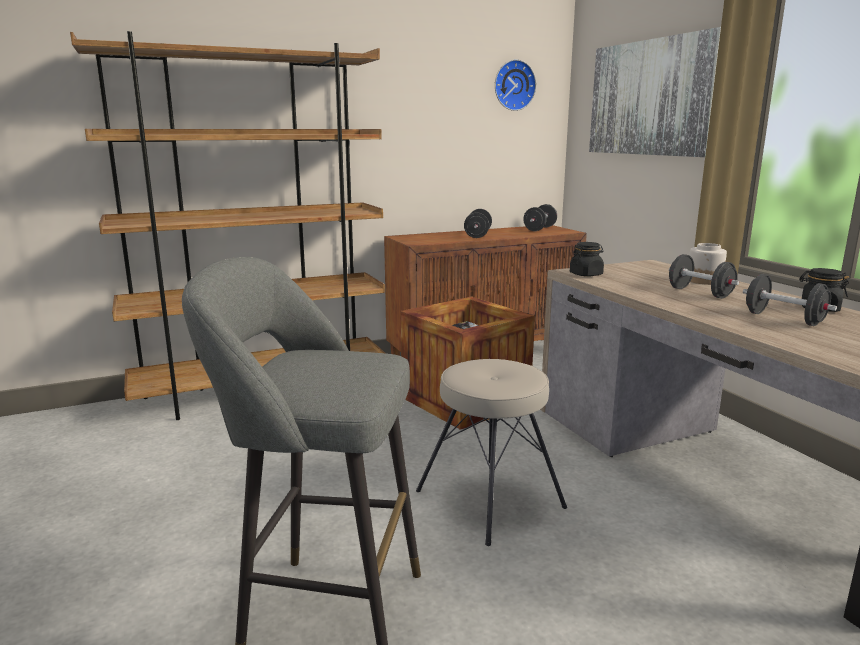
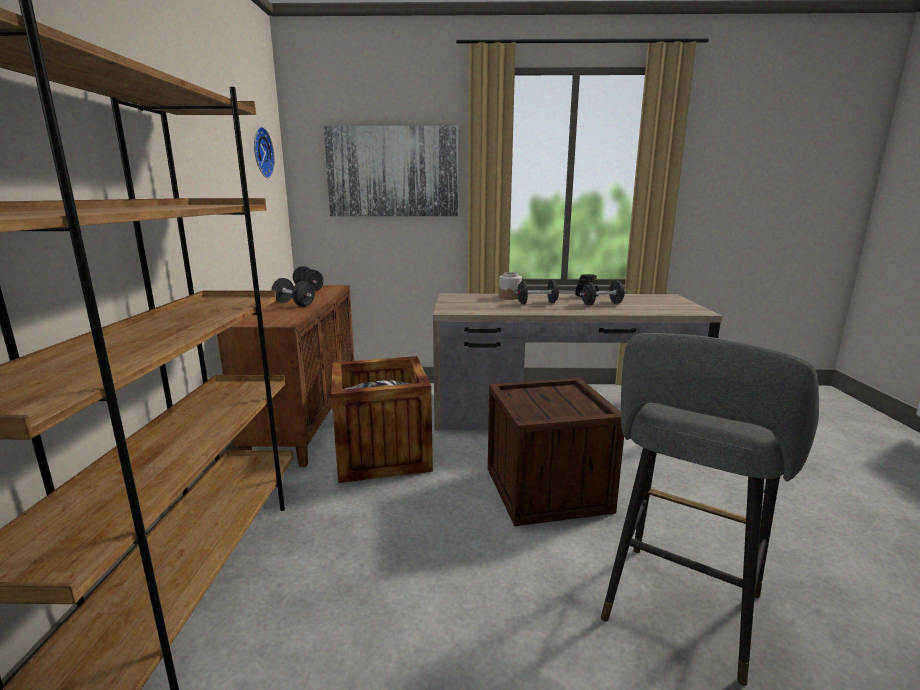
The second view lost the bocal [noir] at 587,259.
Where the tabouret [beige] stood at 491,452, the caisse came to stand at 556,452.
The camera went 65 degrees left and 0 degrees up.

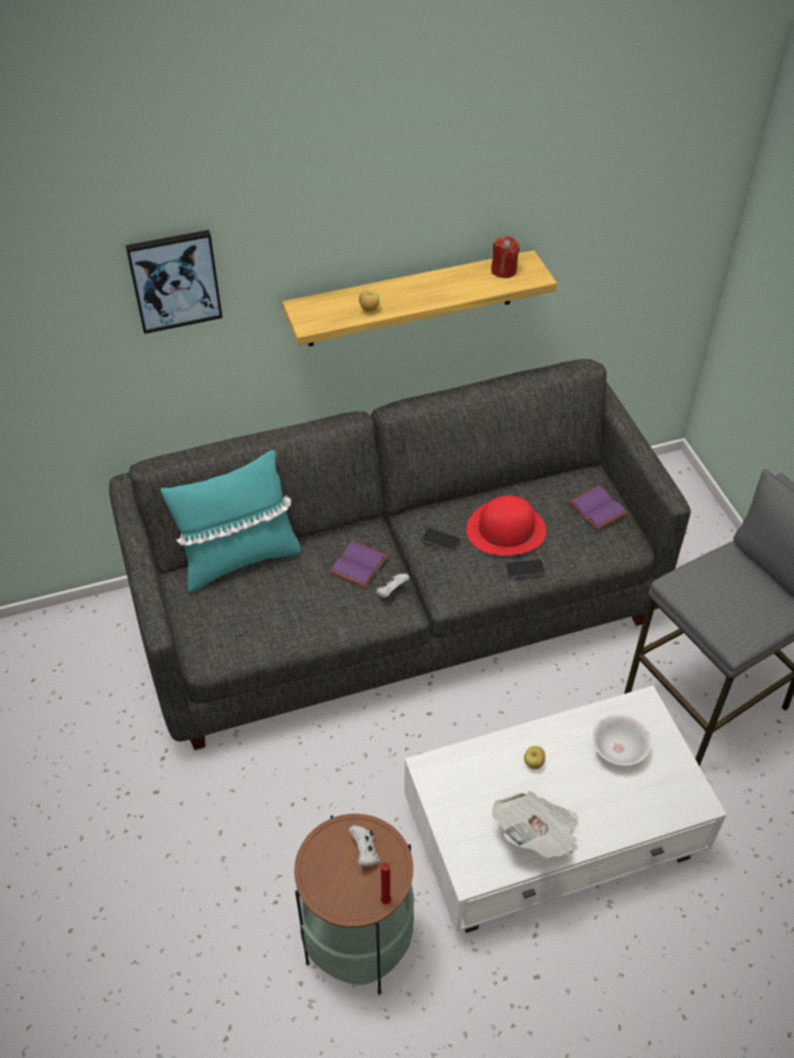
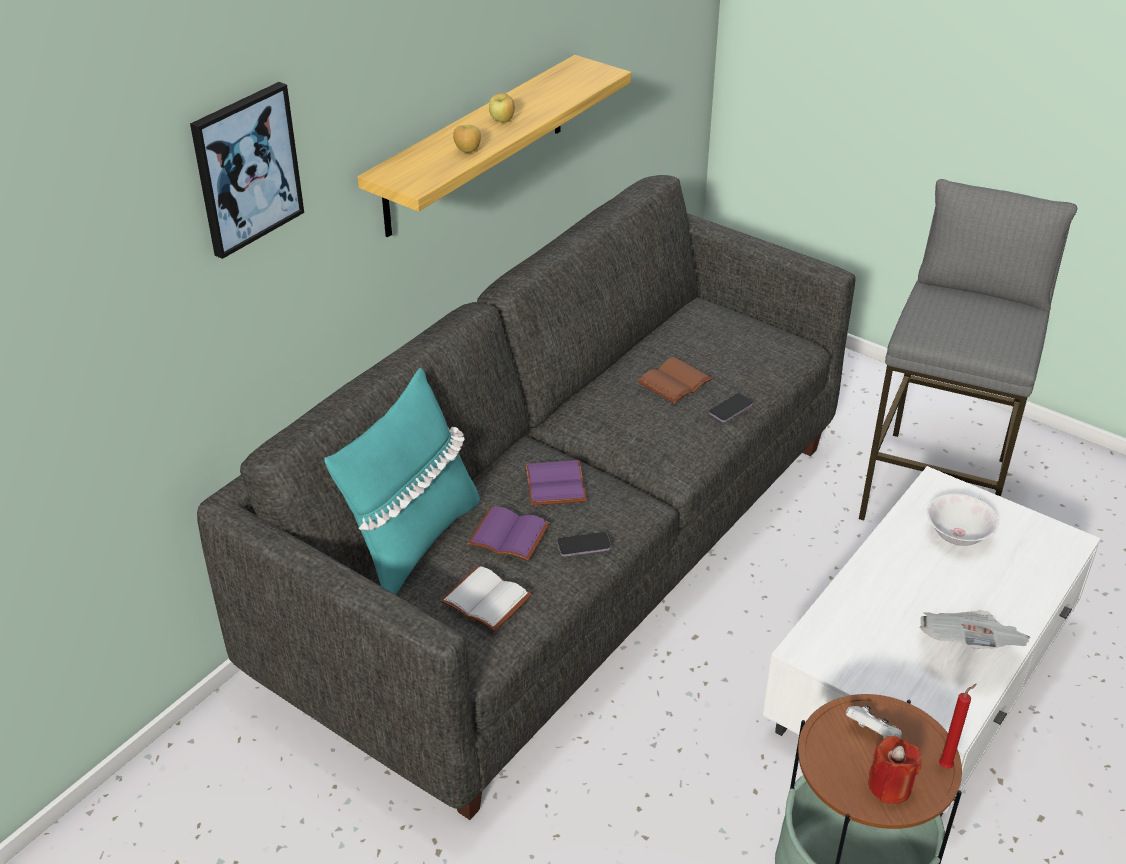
The bougie [rouge] ended up elsewhere, having gone from 505,257 to 895,770.
The livre [violet] ended up elsewhere, having gone from 597,507 to 509,534.
Where the chapeau [rouge] stood at 506,525, the livre [marron] came to stand at 675,380.
The téléphone ended up elsewhere, having gone from 441,539 to 584,544.
The second view lost the manette [blanc] at 393,586.
The pomme ended up elsewhere, having gone from 534,757 to 502,108.
The second view gained the livre [blanc] at 486,598.
The camera went 35 degrees left and 10 degrees down.

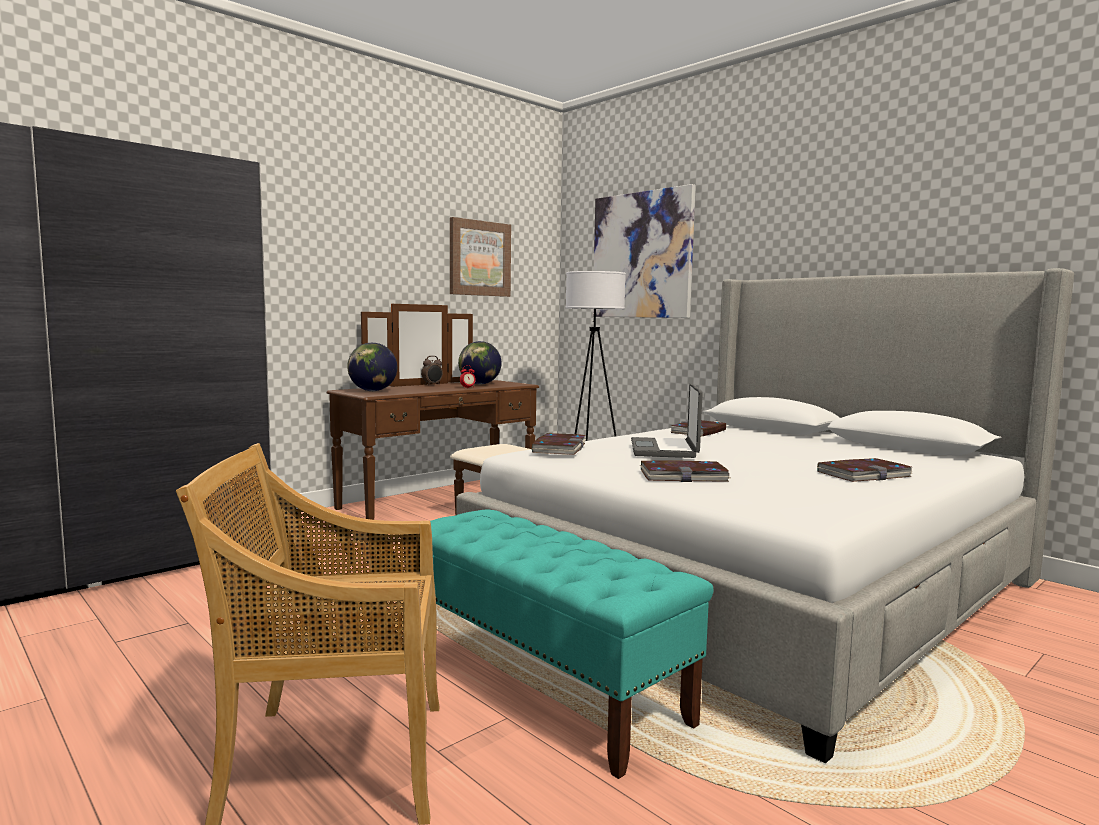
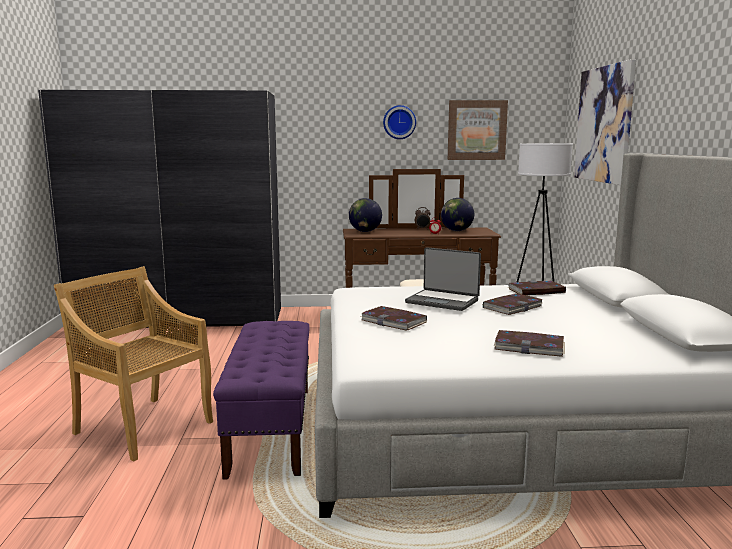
The ordinateur portable at 667,420 ended up facing another way, 105 degrees counterclockwise from before.
The livre ended up elsewhere, having gone from 559,444 to 513,304.
What was the banc [turquoise] at 572,644 turned into the banc [violet] at 261,400.
The second view gained the horloge murale at 399,122.
The camera went 40 degrees right and 5 degrees up.

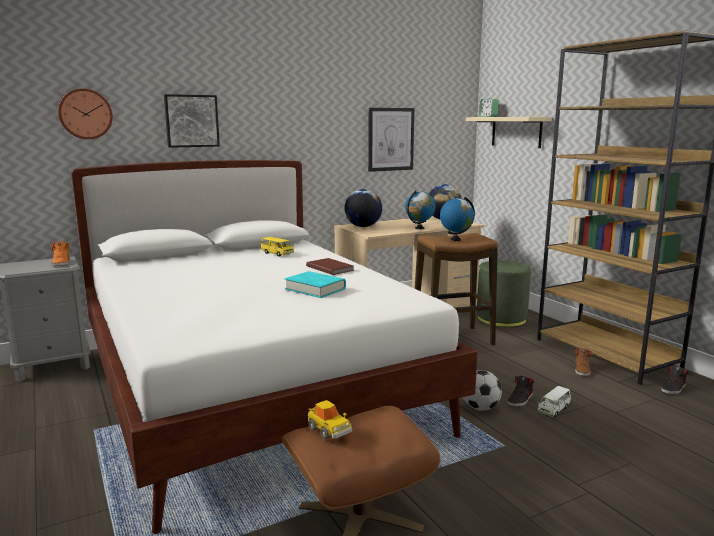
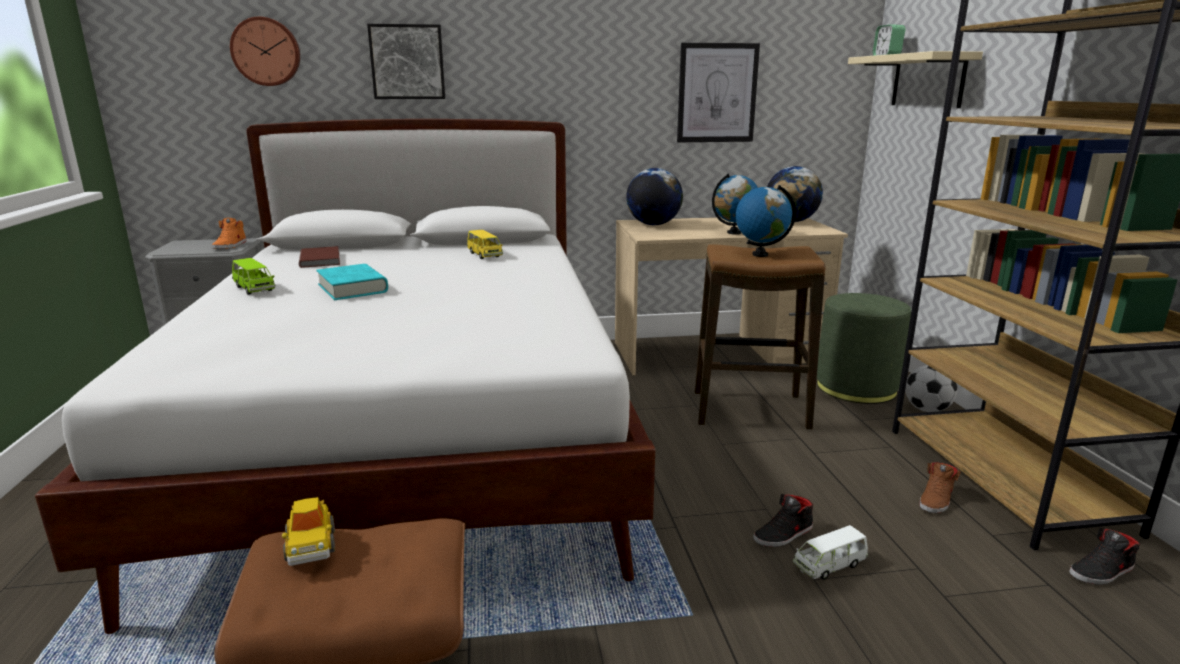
The livre [marron] ended up elsewhere, having gone from 330,266 to 319,257.
The livre [turquoise] ended up elsewhere, having gone from 315,284 to 352,282.
The ballon de foot ended up elsewhere, having gone from 482,390 to 931,388.
The second view gained the petite voiture [vert] at 254,276.
The camera went 20 degrees right and 5 degrees up.

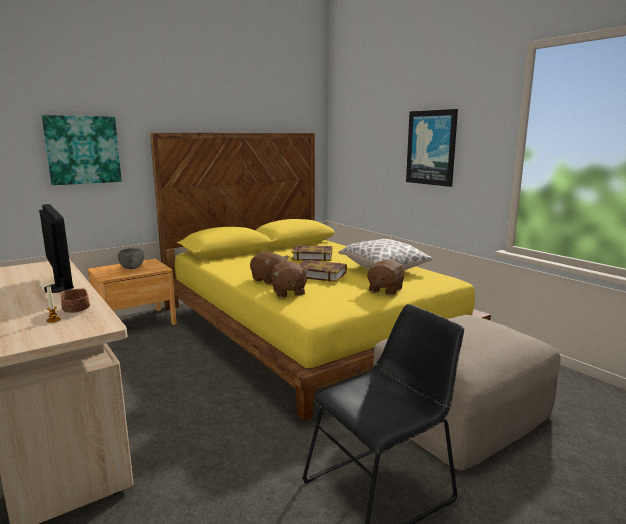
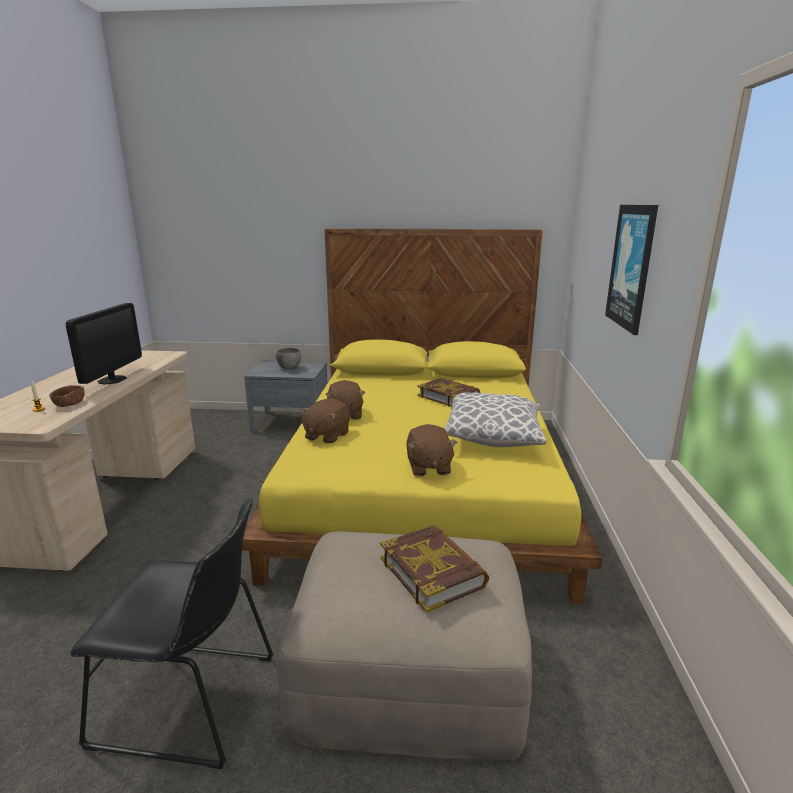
The second view lost the tableau at 82,150.
What was the table de chevet [marron] at 132,292 turned into the table de chevet [gris] at 285,397.
The peluche [marron] at 385,277 ended up facing another way, 75 degrees counterclockwise from before.
The livre ended up elsewhere, having gone from 323,271 to 434,569.
The camera went 40 degrees right and 5 degrees up.

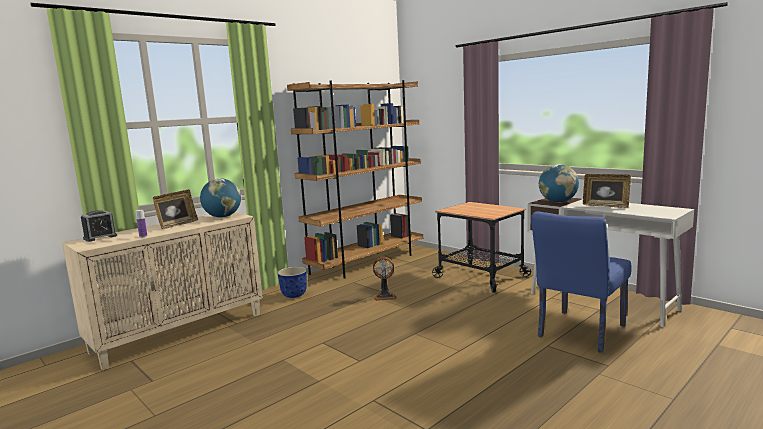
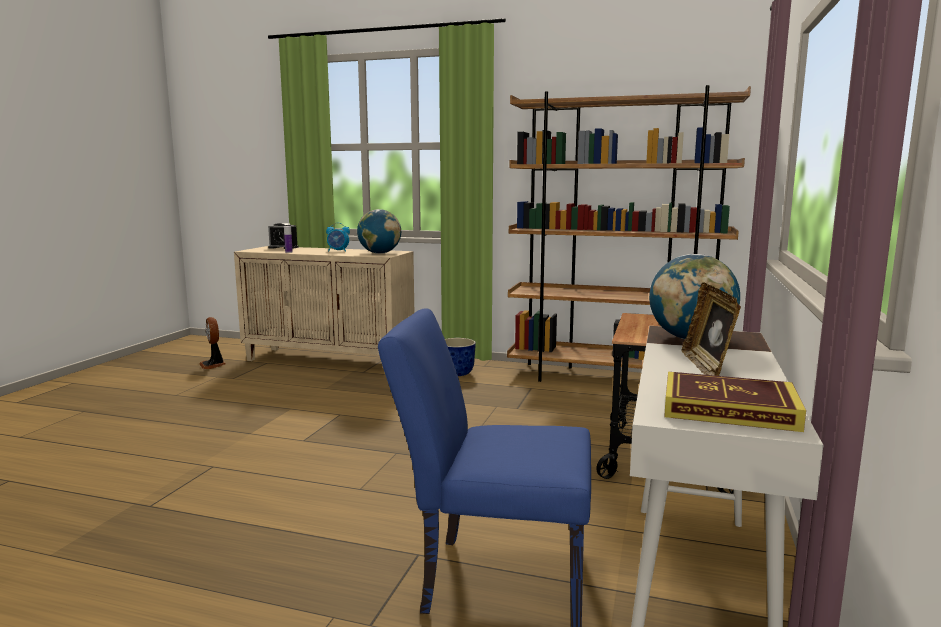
Where the cadre photo stood at 176,209, the réveil came to stand at 338,237.
The ventilateur ended up elsewhere, having gone from 385,279 to 212,343.
The second view gained the livre at 735,402.
The camera went 60 degrees right and 0 degrees up.

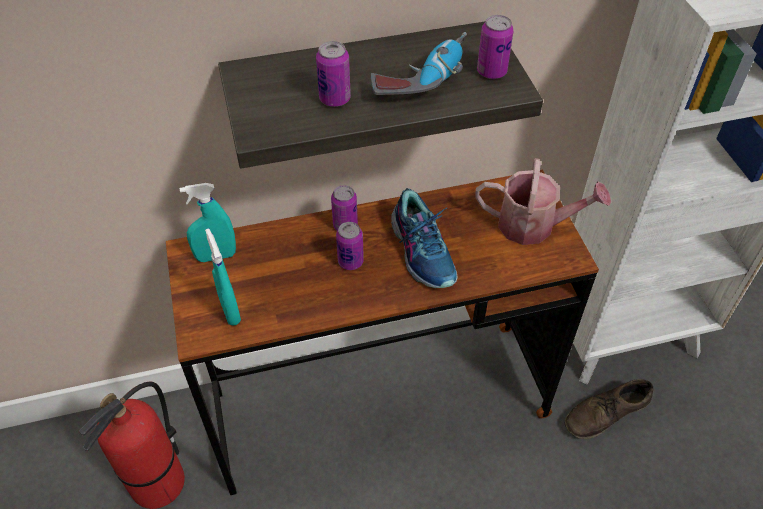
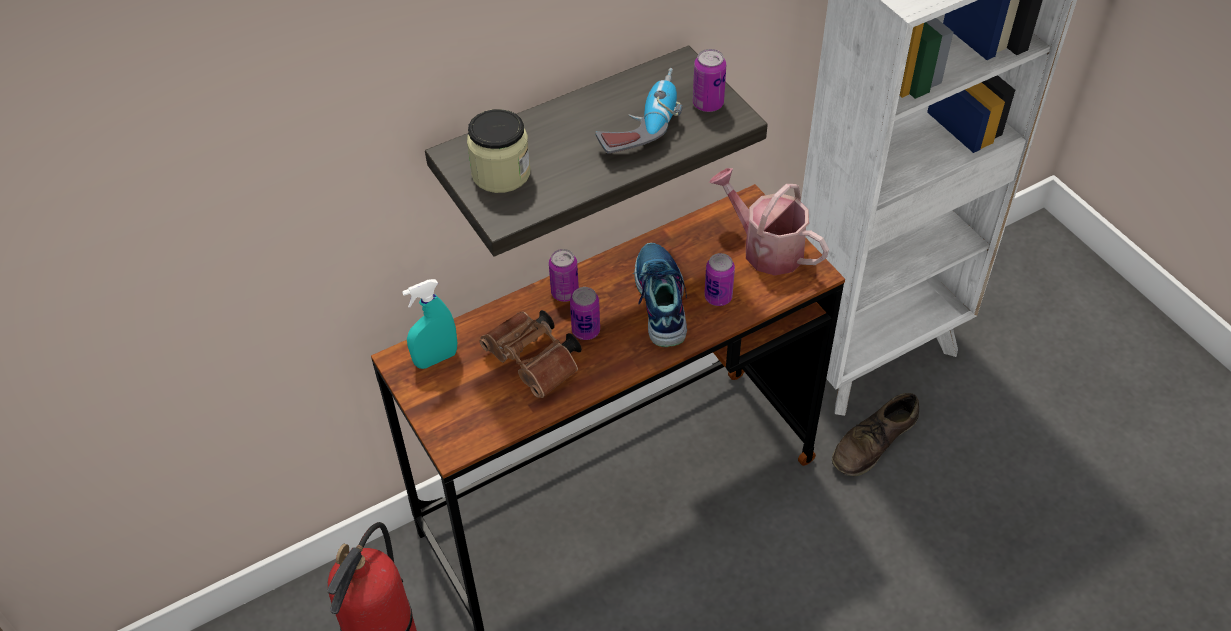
The boîte métallique ended up elsewhere, having gone from 333,74 to 719,279.
The arrosoir at 543,201 ended up facing another way, 135 degrees counterclockwise from before.
The chaussure at 424,238 ended up facing another way, 150 degrees counterclockwise from before.
The second view lost the vaporisateur [turquoise] at 223,277.
The second view gained the bocal at 498,151.
The second view gained the jumelles [marron] at 531,354.
The camera went 15 degrees left and 0 degrees up.

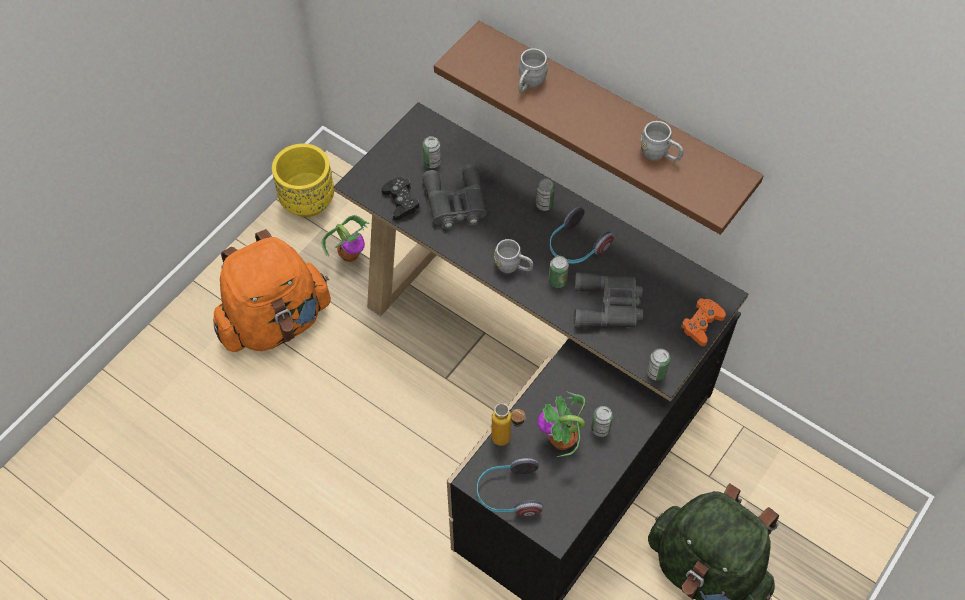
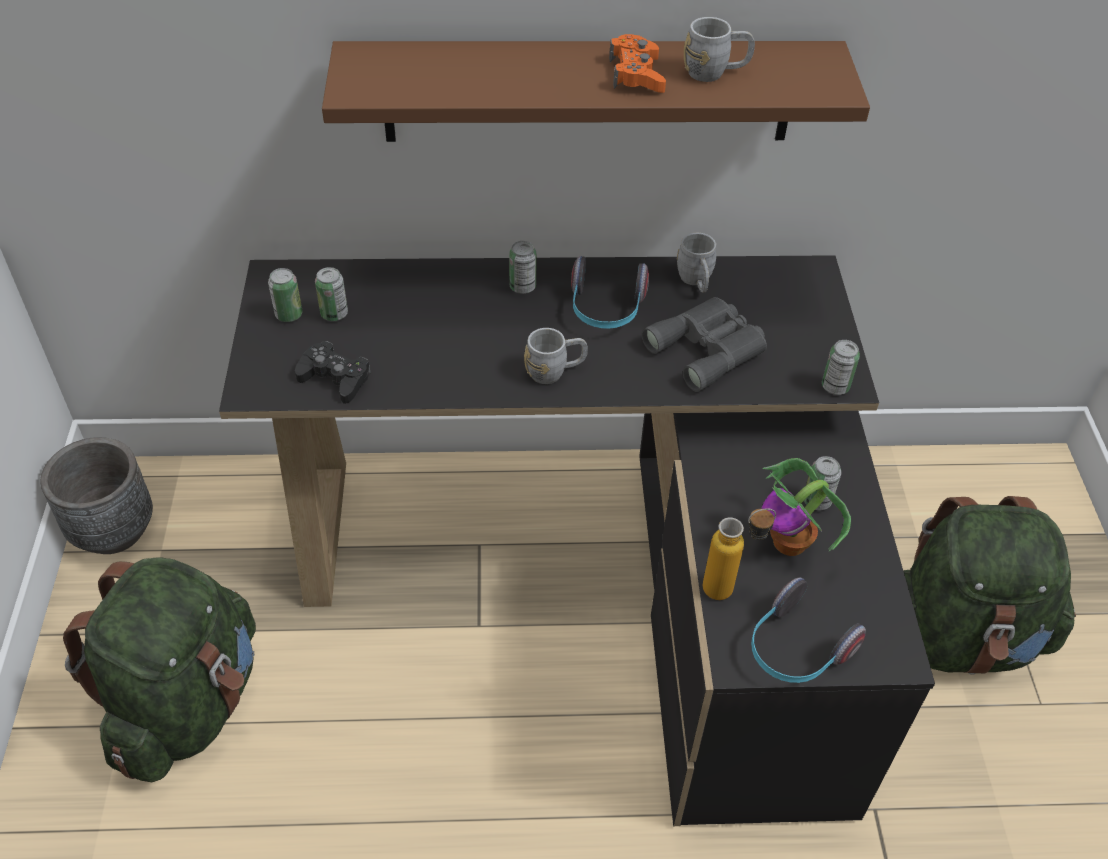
The mug [gris] ended up elsewhere, having gone from 533,70 to 696,263.
What was the cache-pot [jaune] at 303,180 turned into the cache-pot [gris] at 96,495.
The second view lost the jumelles [gris] at 454,196.
The second view lost the plante en pot at 346,238.
What was the sac à dos [orange] at 272,290 turned into the sac à dos [vert] at 159,670.
The boîte métallique ended up elsewhere, having gone from 559,272 to 285,295.
The manette [orange] ended up elsewhere, having gone from 703,322 to 637,63.
The camera went 40 degrees left and 10 degrees down.

